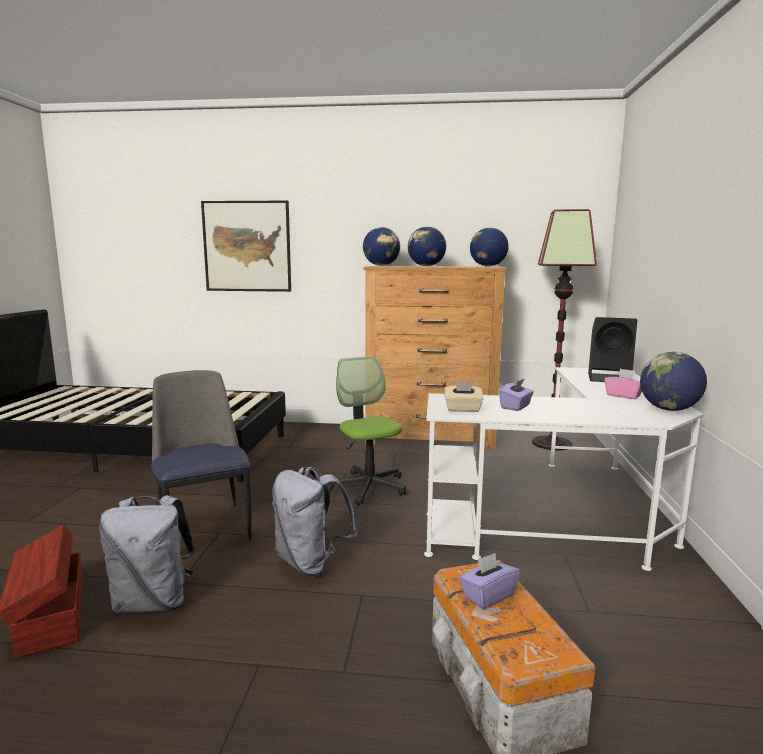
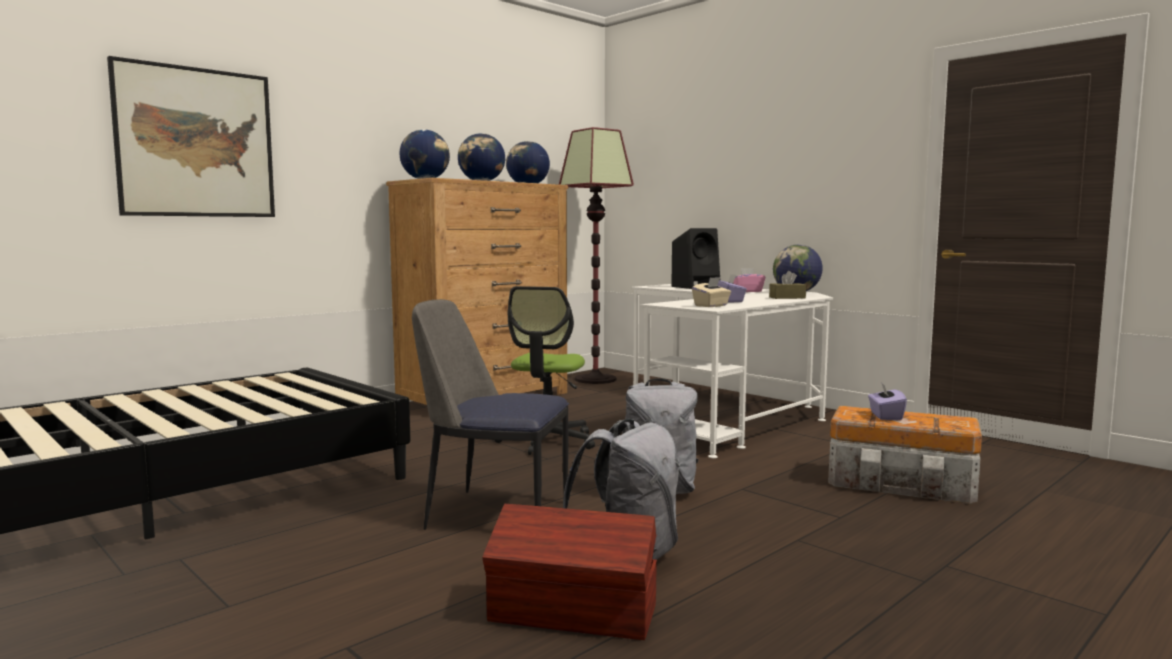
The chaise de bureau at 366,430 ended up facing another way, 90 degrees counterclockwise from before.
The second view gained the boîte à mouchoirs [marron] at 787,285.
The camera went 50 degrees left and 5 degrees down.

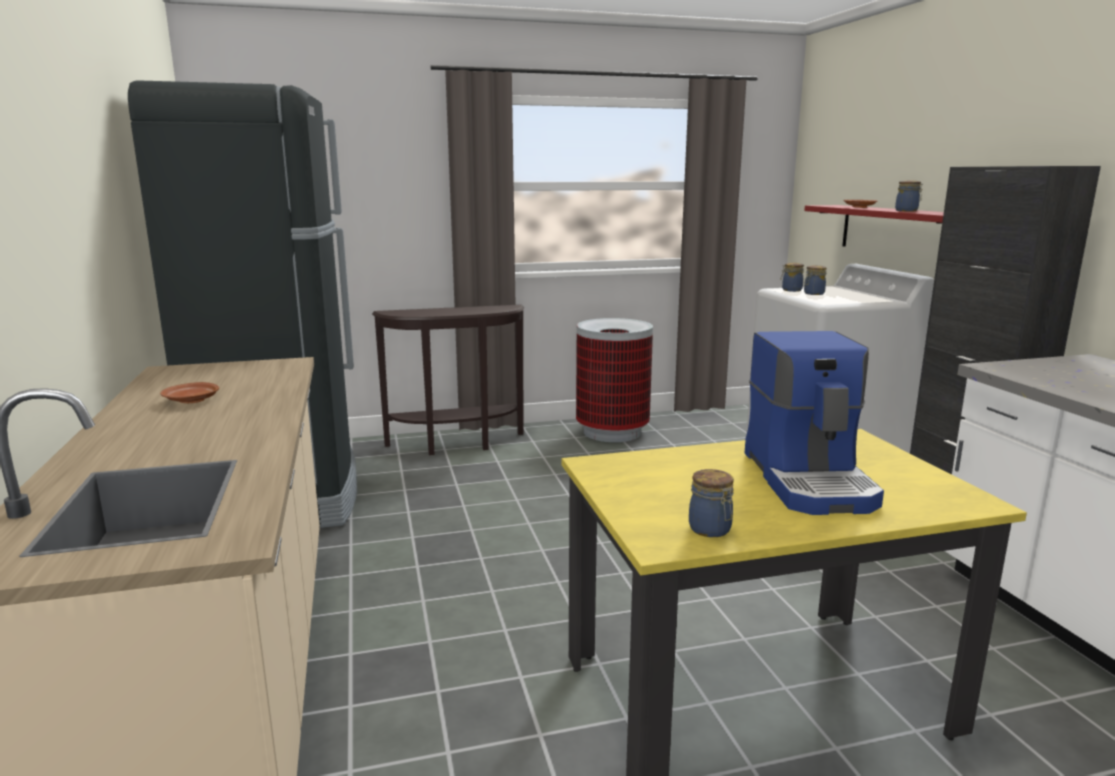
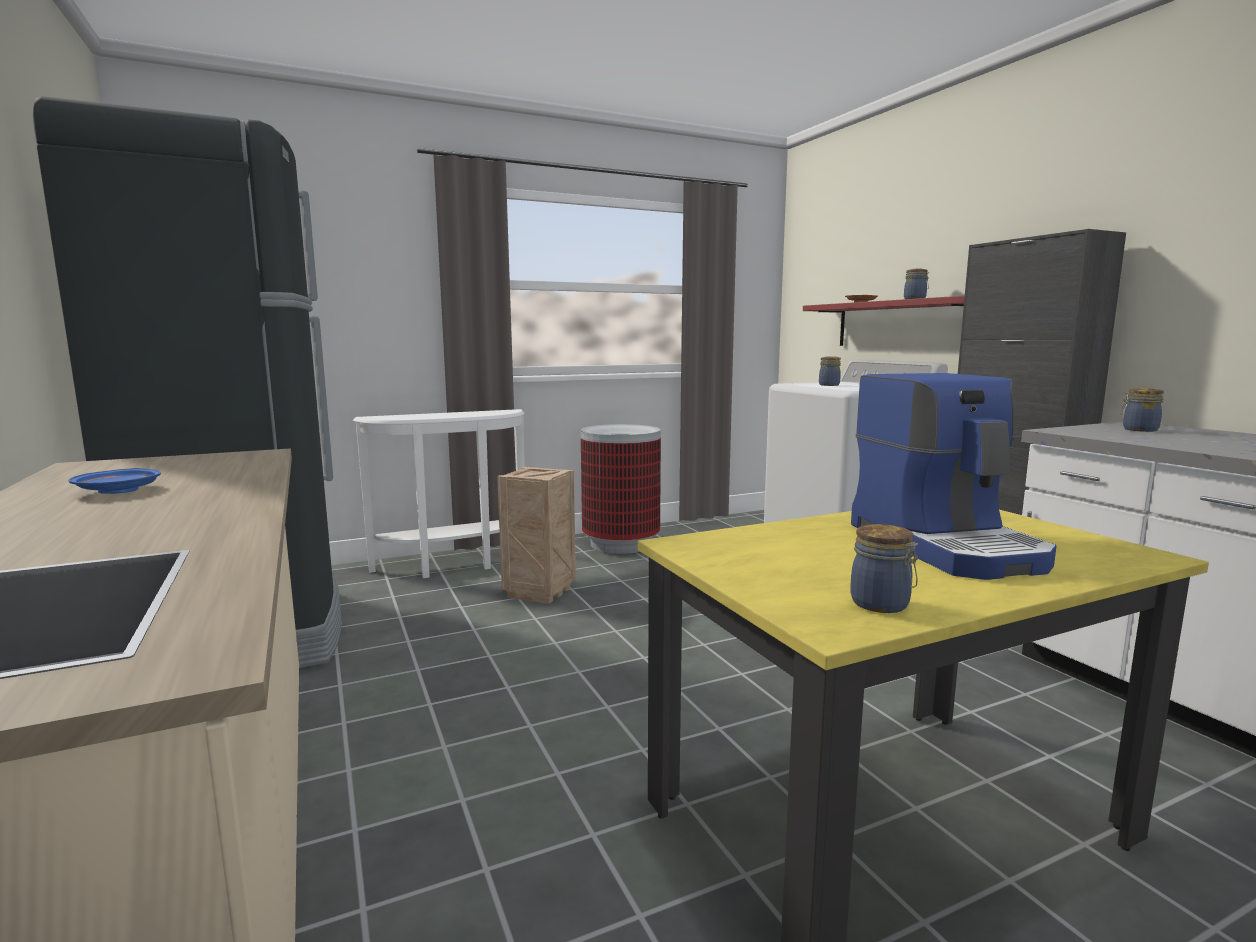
The bocal ended up elsewhere, having gone from 792,277 to 1142,410.
What was the table console [marron] at 448,379 turned into the table console [blanc] at 438,493.
What was the assiette [marron] at 189,392 turned into the assiette [bleu] at 115,481.
The second view gained the caisse at 536,535.
The camera went 10 degrees left and 5 degrees down.

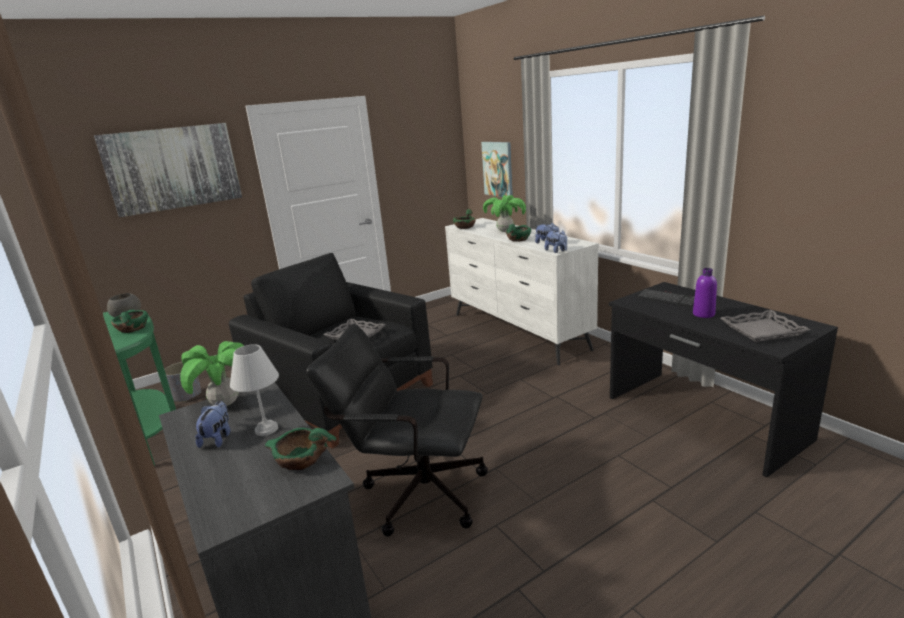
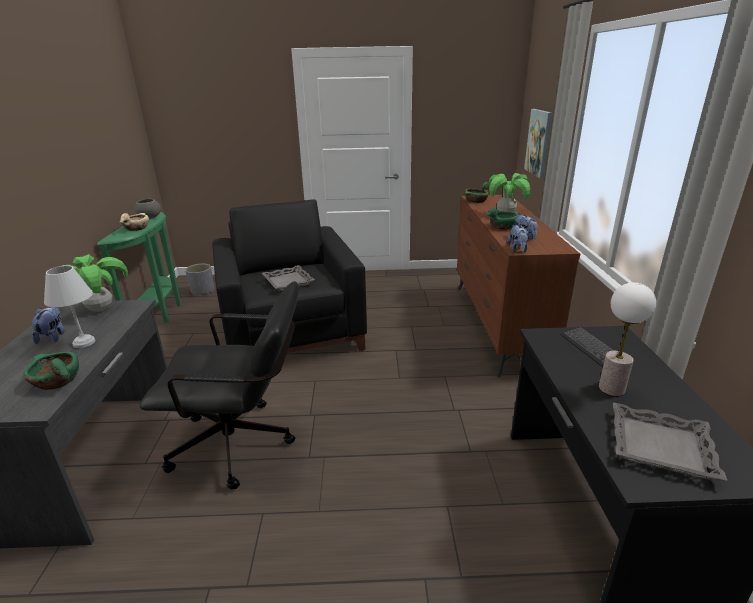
The second view lost the tableau at 168,170.
What was the commode [blanc] at 522,291 turned into the commode [marron] at 518,286.
Where the bouteille [violet] stood at 705,293, the lampe de table came to stand at 627,339.
What was the bol [vert] at 129,321 turned into the bol [beige] at 134,222.
The chaise de bureau [noir] at 397,430 ended up facing another way, 135 degrees clockwise from before.
The peluche at 212,424 ended up facing another way, 45 degrees counterclockwise from before.
The camera went 30 degrees right and 5 degrees up.

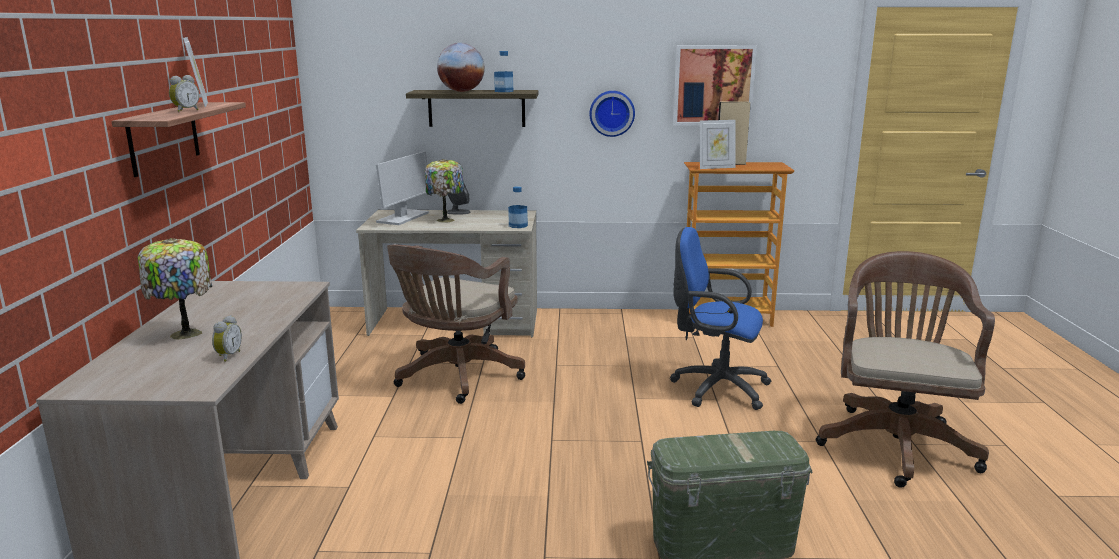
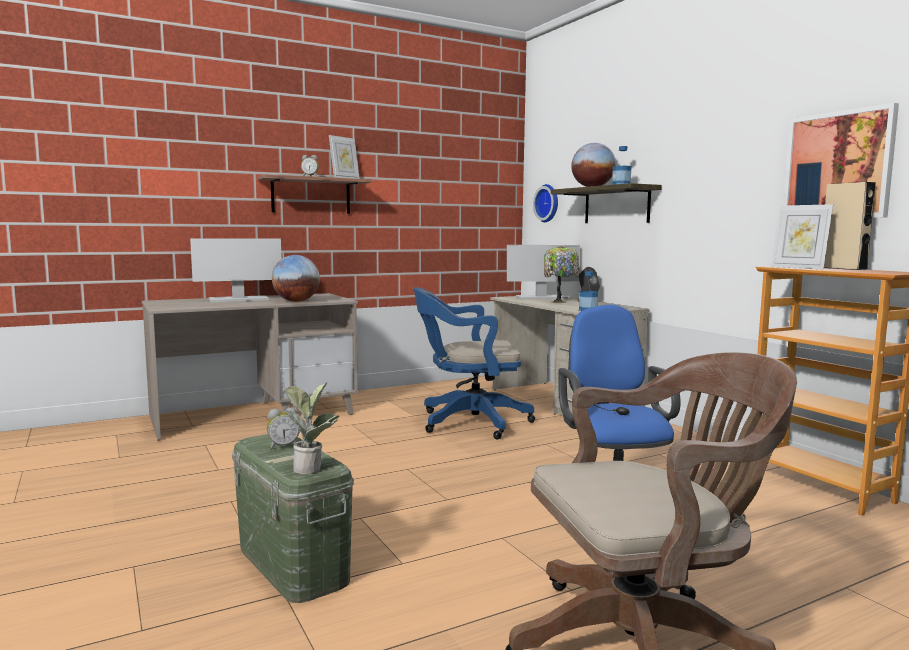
The horloge murale ended up elsewhere, having gone from 612,114 to 545,203.
Where the lampe de table stood at 175,288, the écran d'ordinateur came to stand at 236,270.
What was the chaise de bureau [marron] at 456,324 turned into the chaise de bureau [bleu] at 474,363.
The réveil ended up elsewhere, having gone from 227,338 to 283,428.
The second view gained the globe at 296,278.
The second view gained the plante en pot at 311,429.
The camera went 60 degrees right and 10 degrees down.

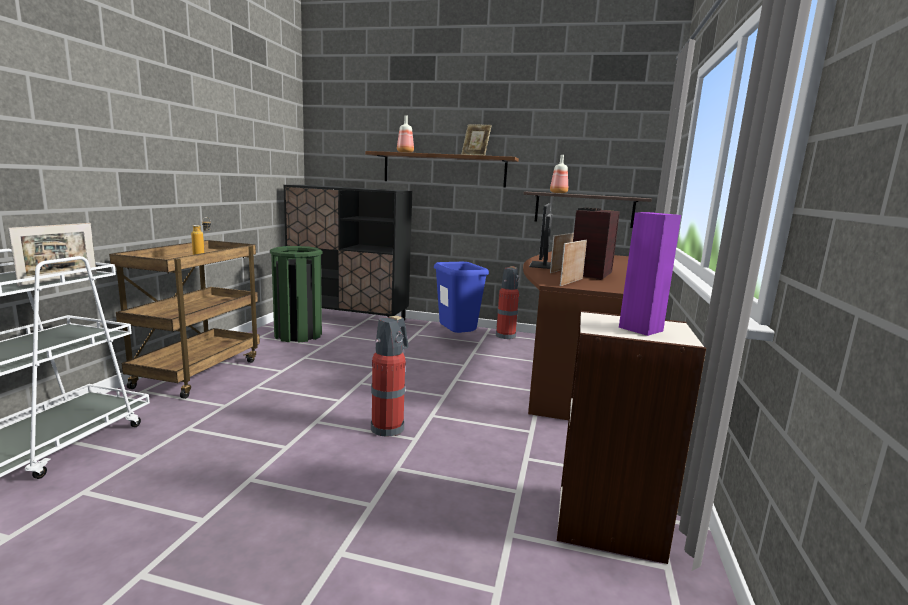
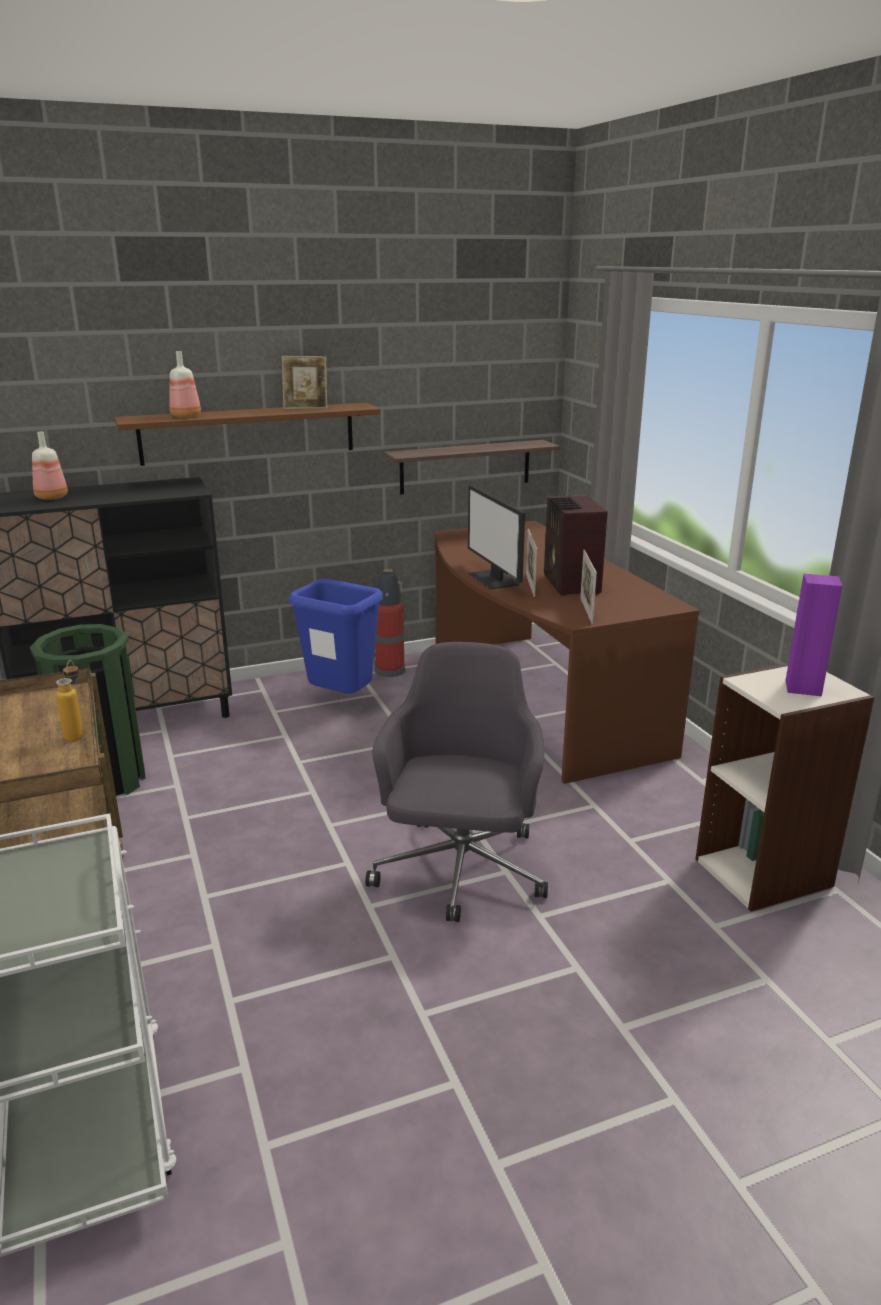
The bouteille ended up elsewhere, having gone from 559,174 to 50,466.
The second view lost the cadre photo at 52,254.
Where the extincteur stood at 390,376, the chaise de bureau [gris] came to stand at 456,782.
The camera went 35 degrees left and 10 degrees up.

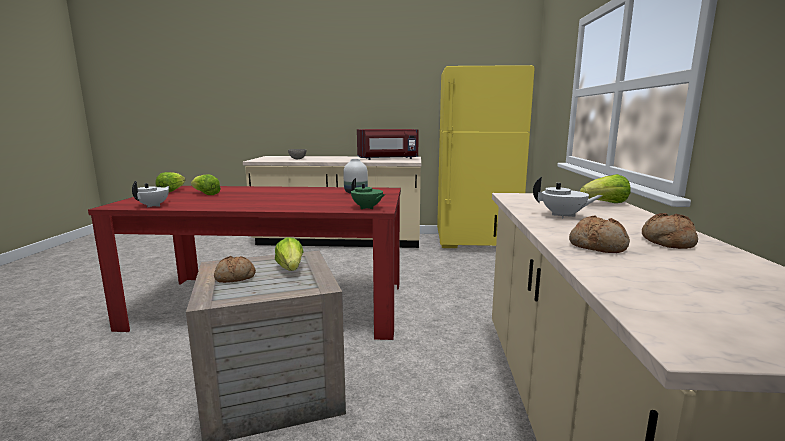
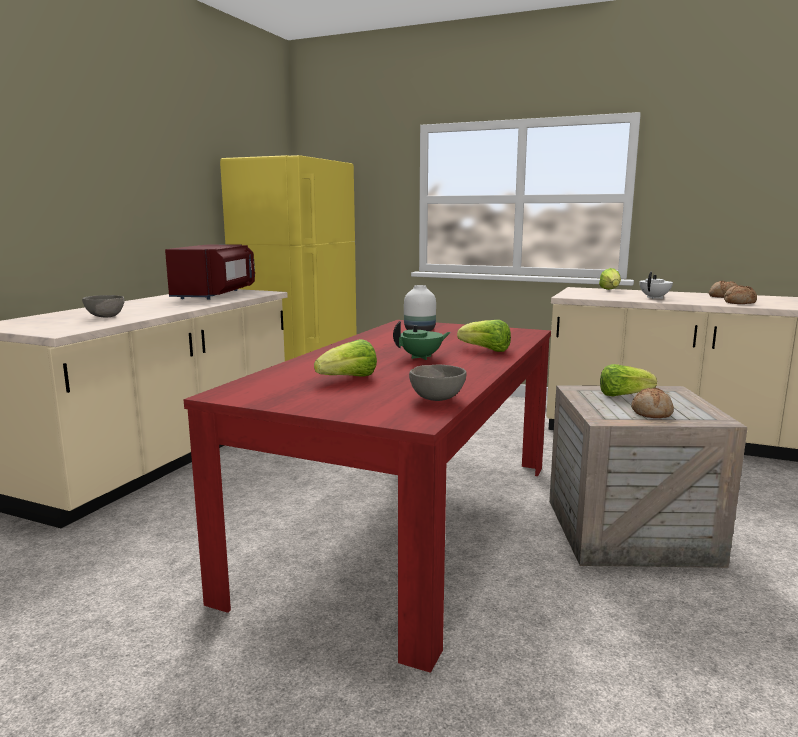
The laitue ended up elsewhere, having gone from 170,182 to 484,336.
The théière [vert] ended up elsewhere, having gone from 368,193 to 422,340.
Where the théière [blanc] stood at 151,194, the bol [gris] came to stand at 437,383.
The camera went 70 degrees left and 0 degrees up.

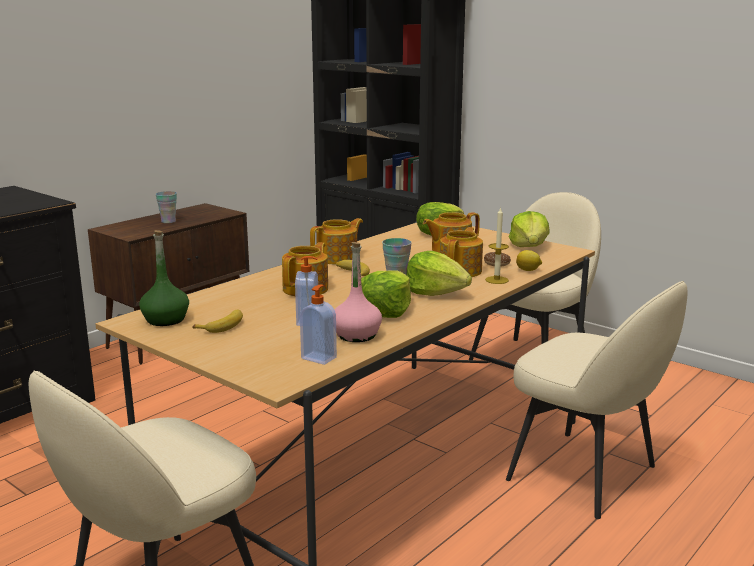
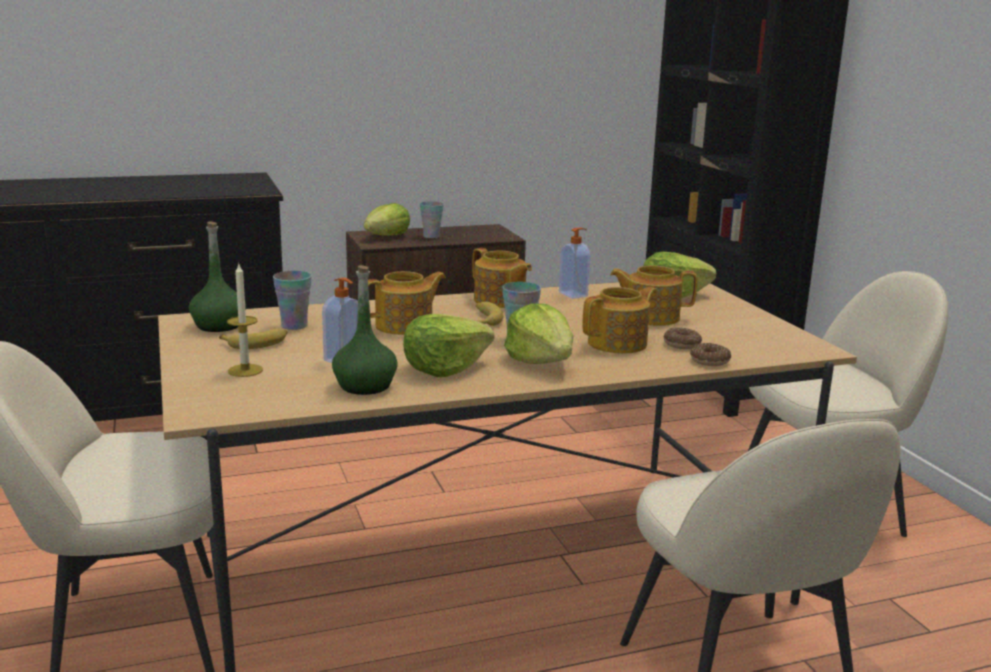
The bougie ended up elsewhere, having gone from 497,245 to 245,320.
The laitue ended up elsewhere, having gone from 529,229 to 387,219.
The théière at 336,241 ended up facing another way, 60 degrees clockwise from before.
What was the bouteille [rose] at 358,292 turned into the bouteille [vert] at 365,330.
Where the citron stood at 529,260, the beignet came to stand at 710,354.
The distributeur de savon ended up elsewhere, having gone from 318,325 to 574,263.
The second view gained the tasse at 292,300.
The camera went 30 degrees right and 0 degrees up.

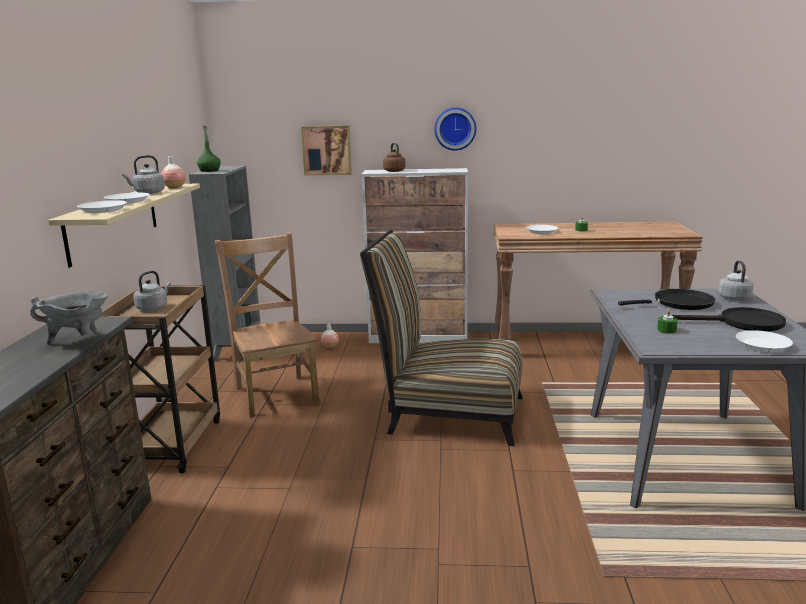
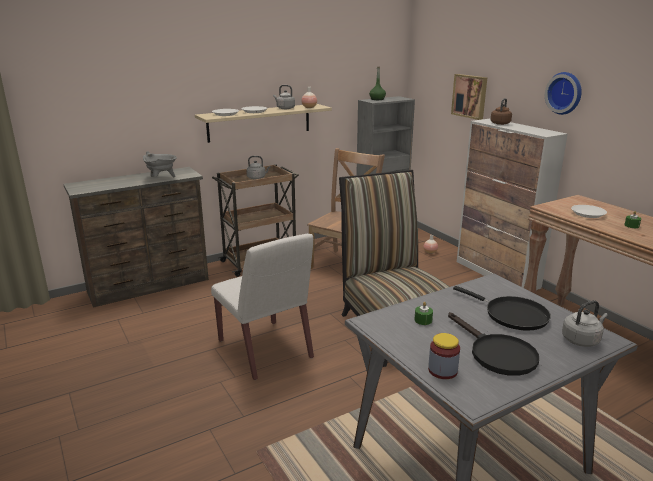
Where the assiette [blanc] stood at 764,341, the bocal came to stand at 444,356.
The second view gained the chaise [blanc] at 262,307.
The camera went 55 degrees right and 5 degrees up.

